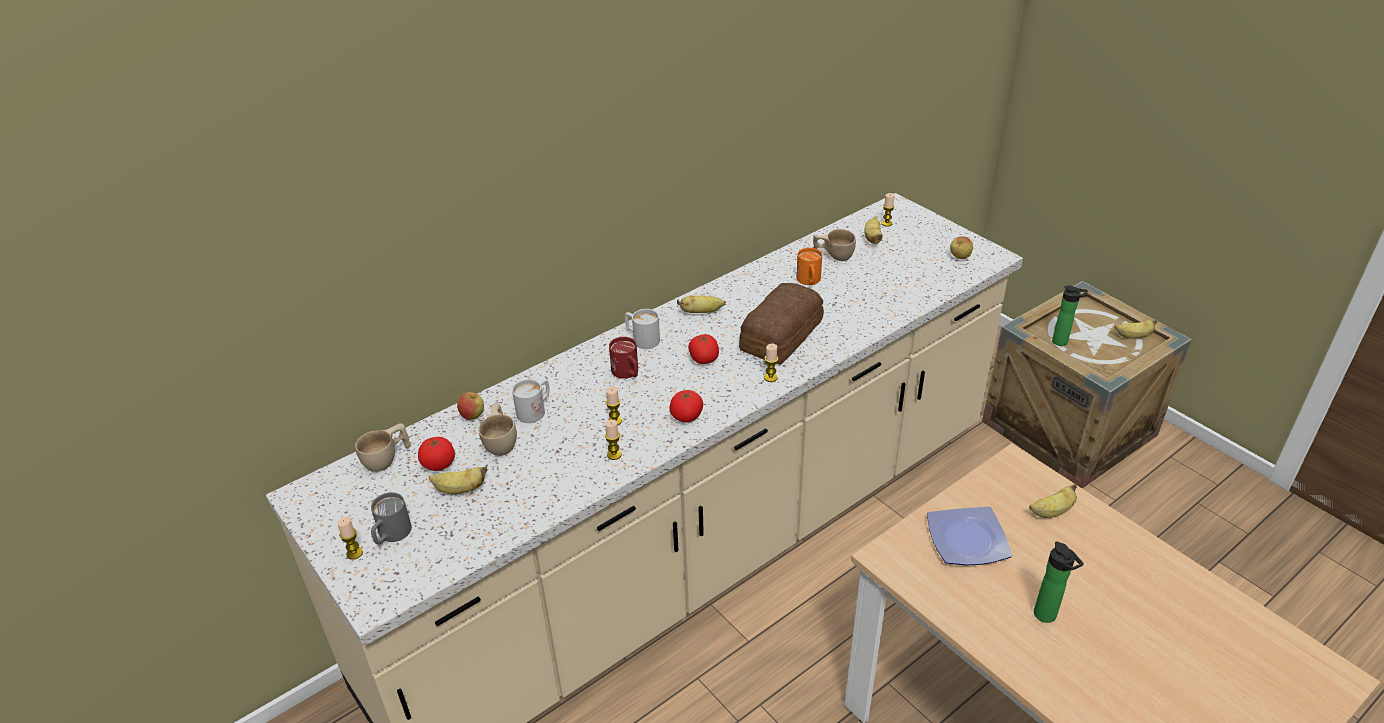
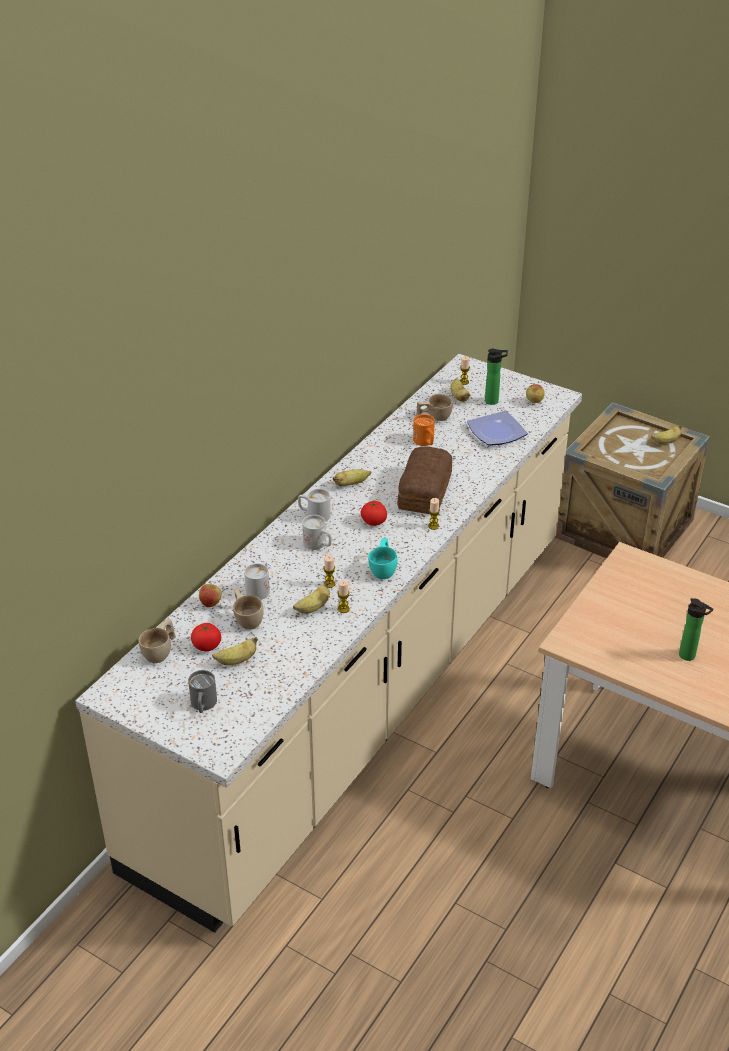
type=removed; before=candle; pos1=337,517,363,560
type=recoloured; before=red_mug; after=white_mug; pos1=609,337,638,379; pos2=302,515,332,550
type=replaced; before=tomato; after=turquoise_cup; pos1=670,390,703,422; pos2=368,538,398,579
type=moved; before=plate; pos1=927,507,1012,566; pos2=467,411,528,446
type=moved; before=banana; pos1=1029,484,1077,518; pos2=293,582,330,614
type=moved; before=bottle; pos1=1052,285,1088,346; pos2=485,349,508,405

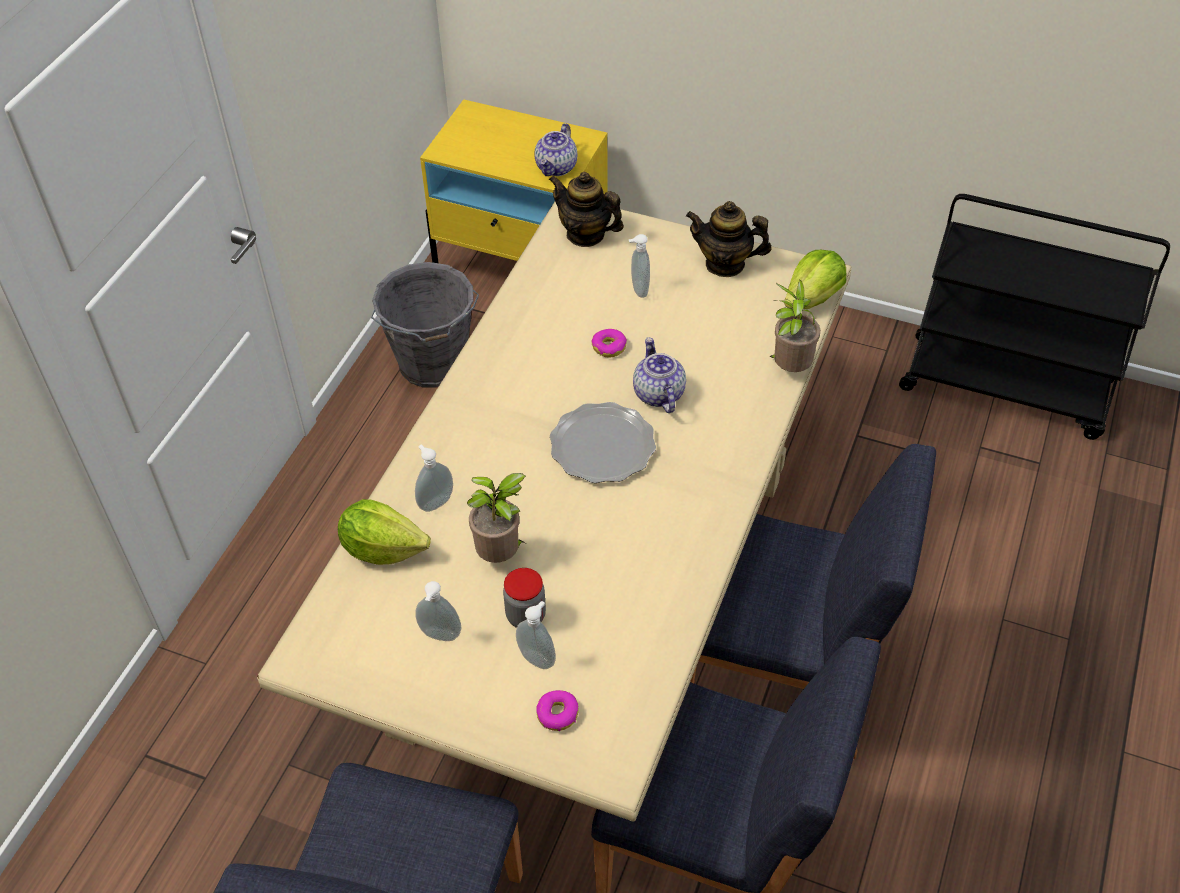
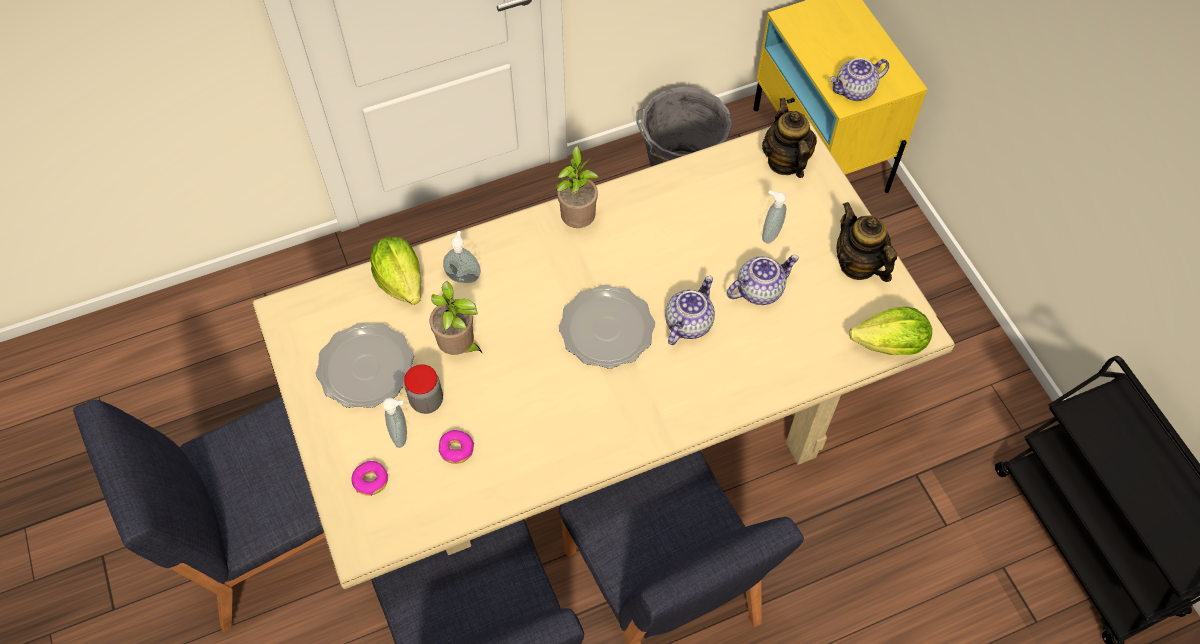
type=replaced; before=soap_dispenser; after=plate; pos1=415,581,461,641; pos2=316,323,414,408
type=moved; before=donut; pos1=592,329,627,358; pos2=439,430,474,464
type=moved; before=potted_plant; pos1=769,279,820,372; pos2=556,145,599,228
type=added; after=teapot; pos2=727,255,799,305

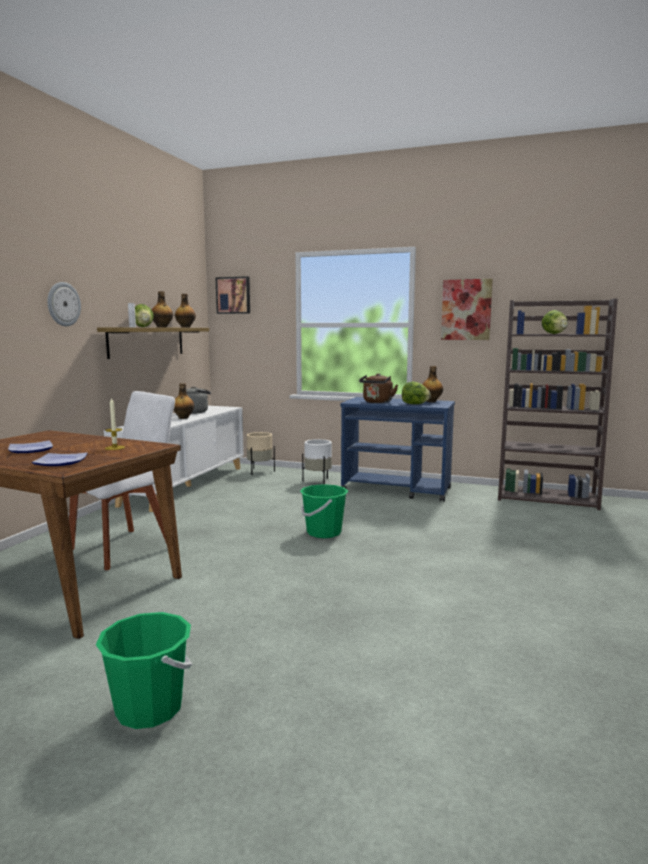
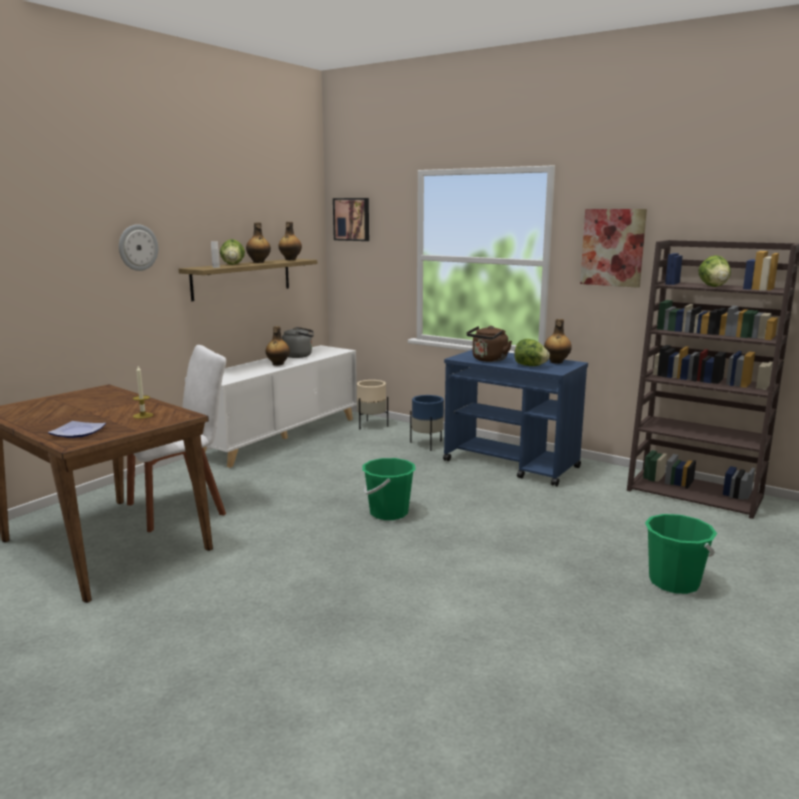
type=removed; before=plate; pos1=8,441,53,453
type=moved; before=green_bucket; pos1=96,612,192,729; pos2=645,514,717,594
type=recoloured; before=white_planter; after=blue_planter; pos1=302,439,332,484; pos2=410,395,444,451

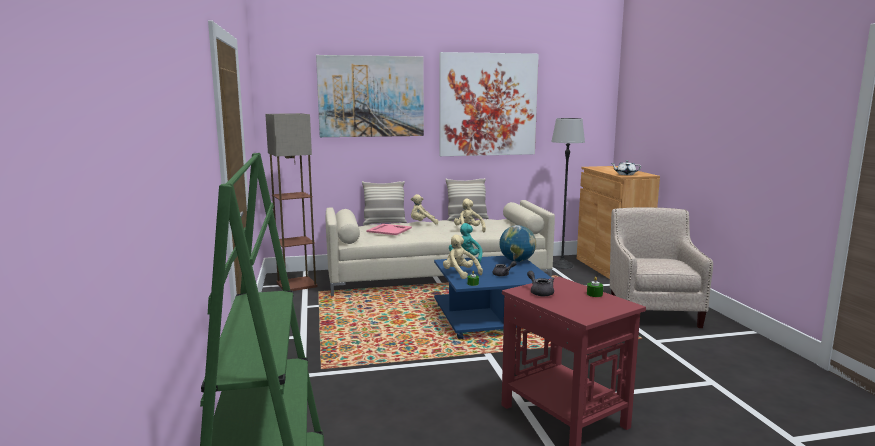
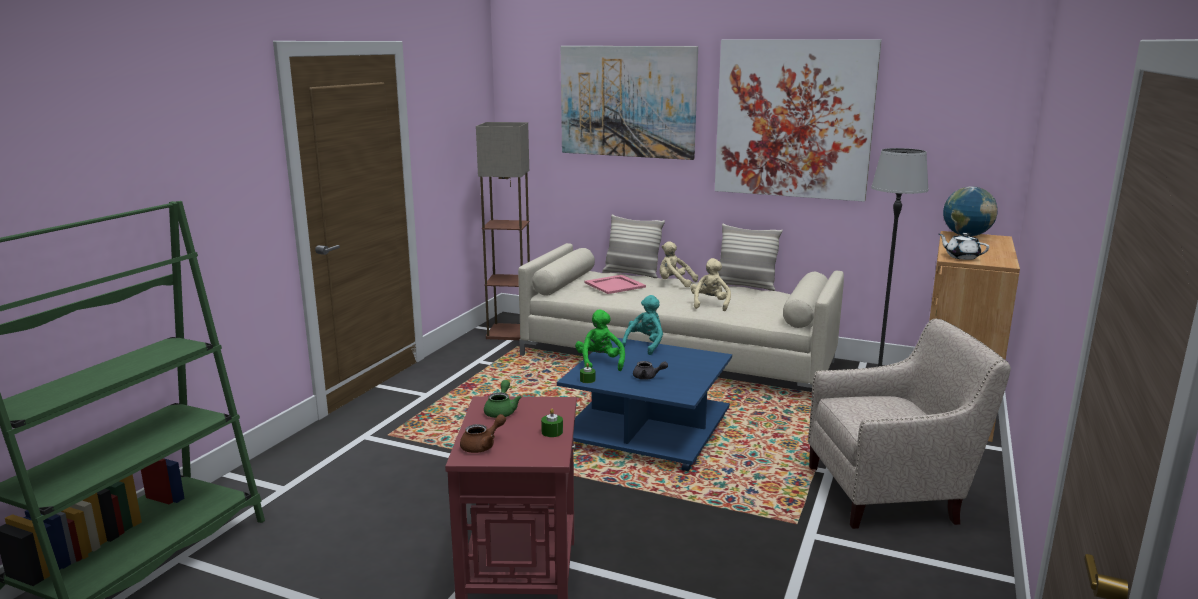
type=recoloured; before=beige_plush_toy; after=green_plush_toy; pos1=443,234,483,279; pos2=575,310,625,371
type=moved; before=globe; pos1=499,225,536,262; pos2=943,186,998,237
type=recoloured; before=grey_teapot; after=green_teapot; pos1=527,271,555,296; pos2=484,380,522,418
type=turned; before=beige_armchair; pos1=610,207,713,328; pos2=808,318,1011,529; turn=45
type=added; after=brown_teapot; pos2=460,414,506,453

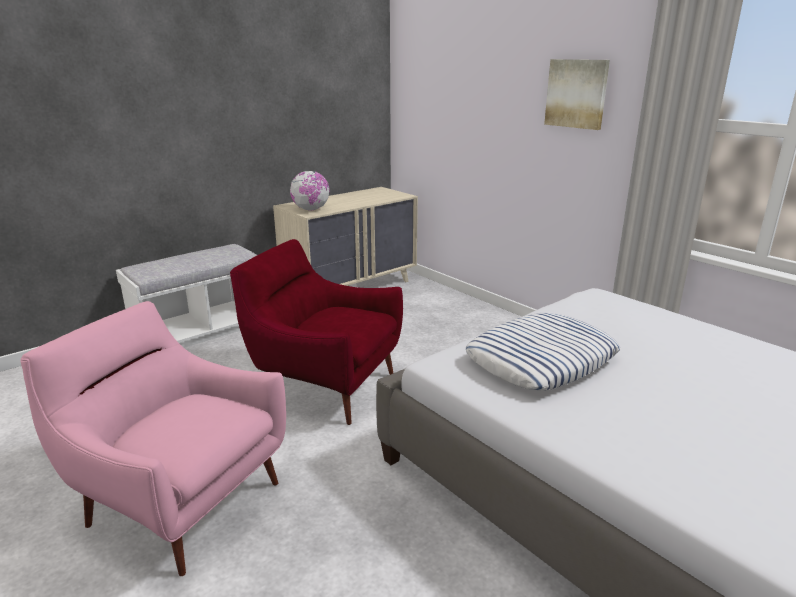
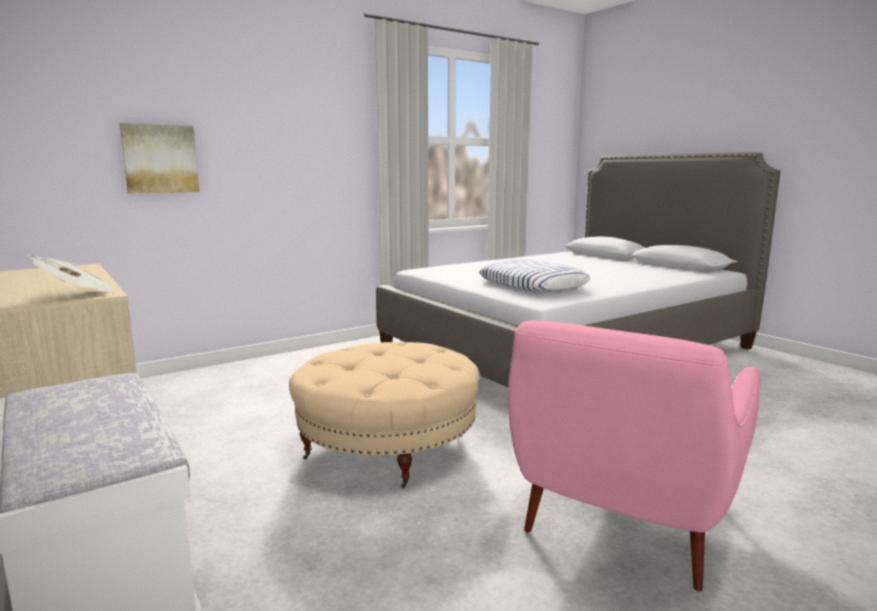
type=replaced; before=red_armchair; after=beige_ottoman; pos1=230,239,403,425; pos2=289,342,480,488
type=replaced; before=globe; after=newspaper; pos1=290,171,330,211; pos2=28,254,115,293
type=moved; before=picture; pos1=544,59,610,130; pos2=120,123,199,193

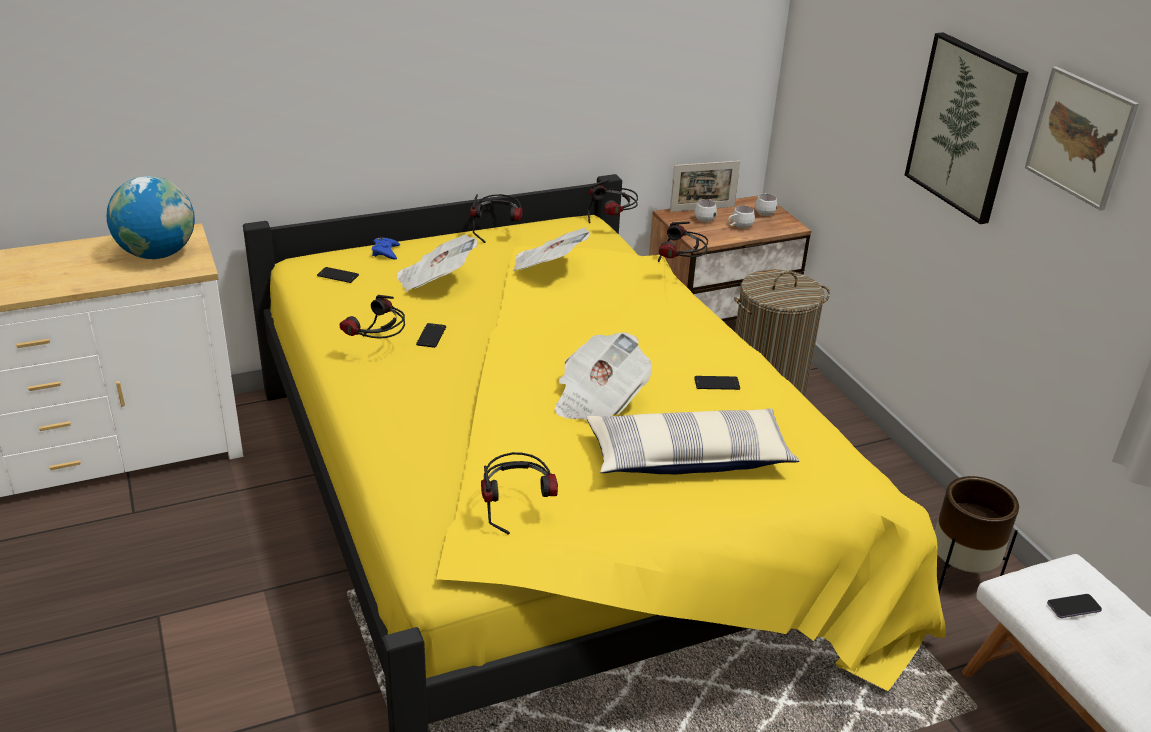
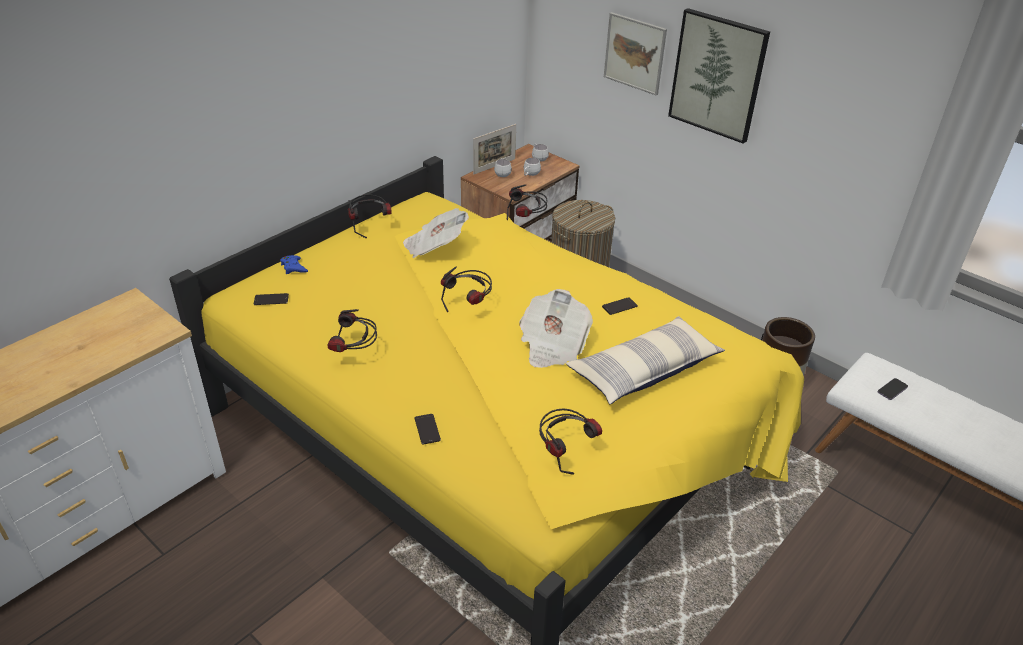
type=removed; before=globe; pos1=107,176,195,259
type=removed; before=newspaper; pos1=396,234,478,292
type=moved; before=phone; pos1=416,323,446,348; pos2=415,414,441,444
type=moved; before=headphones; pos1=588,179,638,223; pos2=441,266,492,312
type=moved; before=picture; pos1=1025,66,1139,211; pos2=604,12,667,95

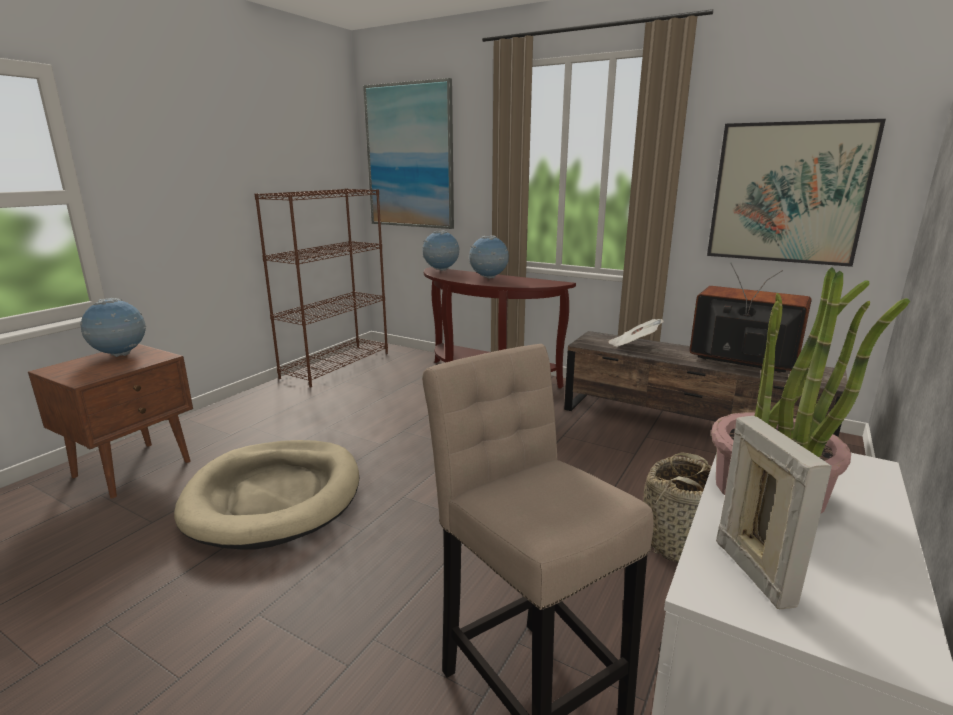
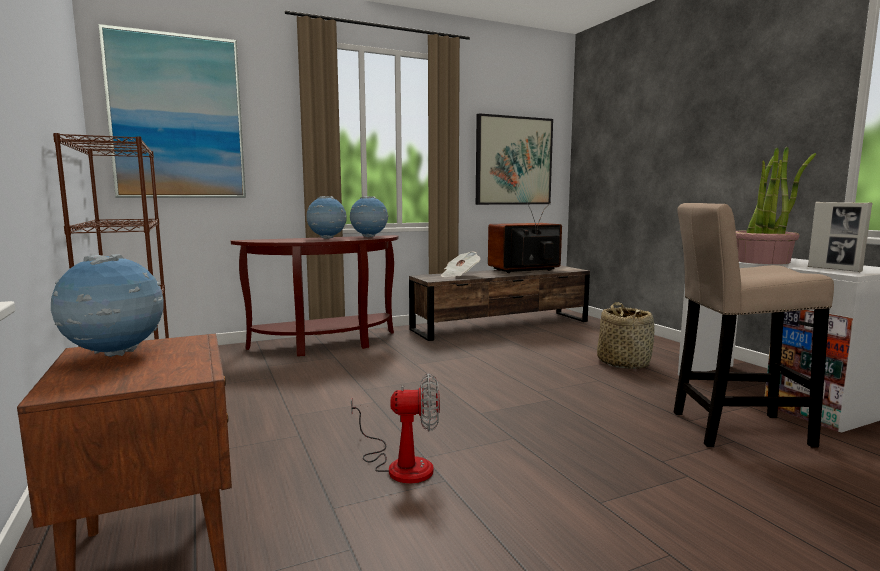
type=replaced; before=beige_dog_bed; after=fan; pos1=174,440,359,550; pos2=351,373,440,483
type=moved; before=globe; pos1=422,230,460,271; pos2=350,196,389,237
type=turned; before=picture_frame; pos1=716,416,832,609; pos2=808,202,873,272; turn=-150

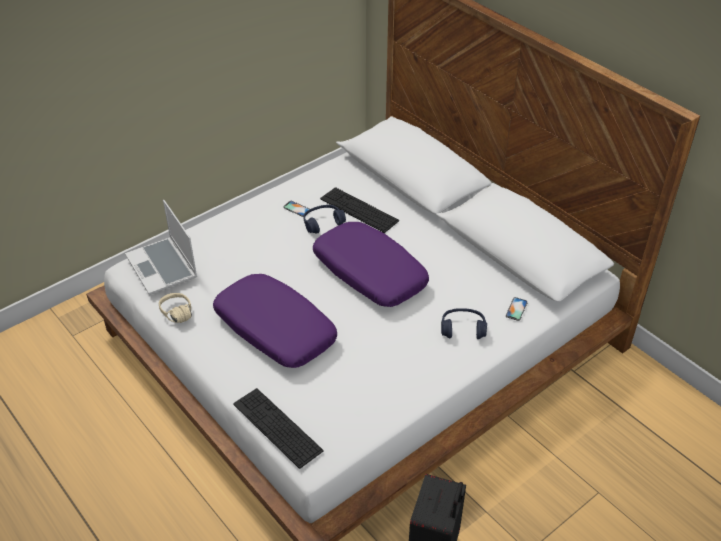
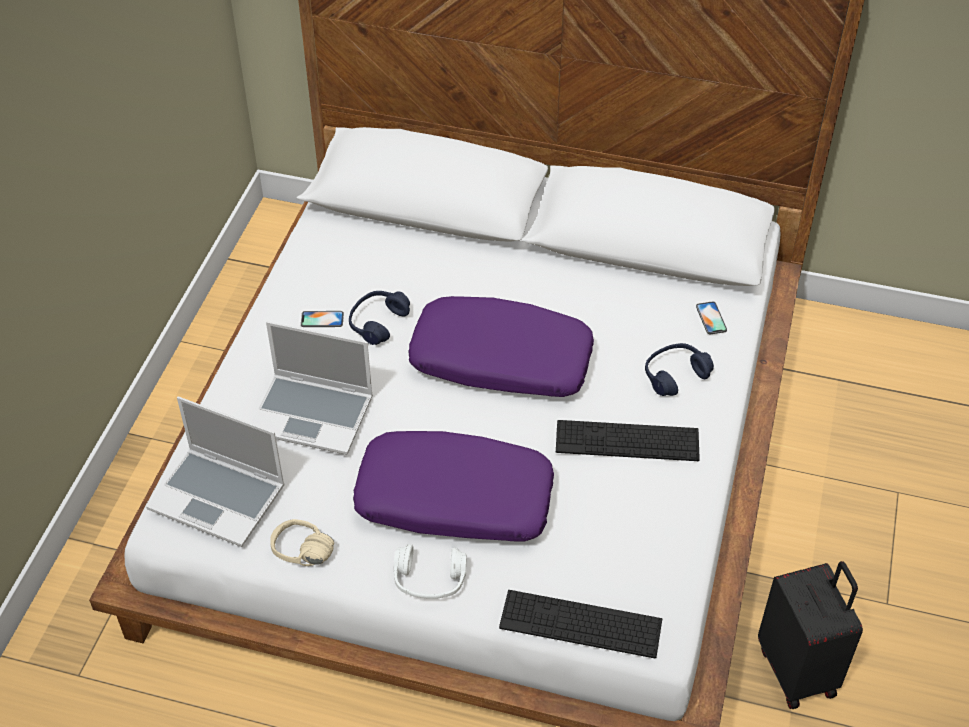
type=moved; before=keyboard; pos1=320,187,399,233; pos2=556,420,700,461
type=added; after=laptop; pos2=251,321,373,455
type=added; after=white_headphones; pos2=394,544,466,599

